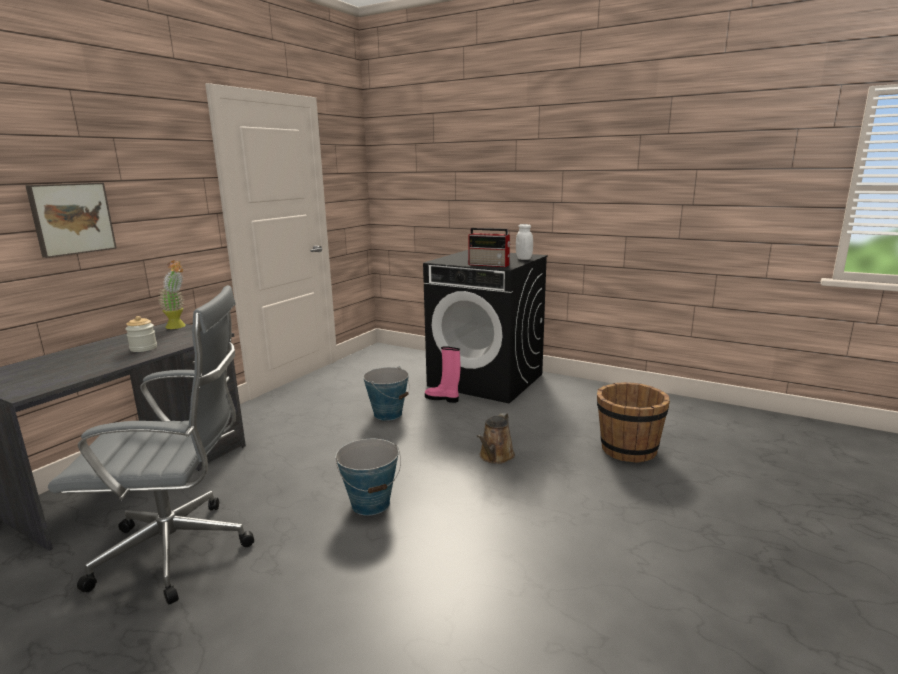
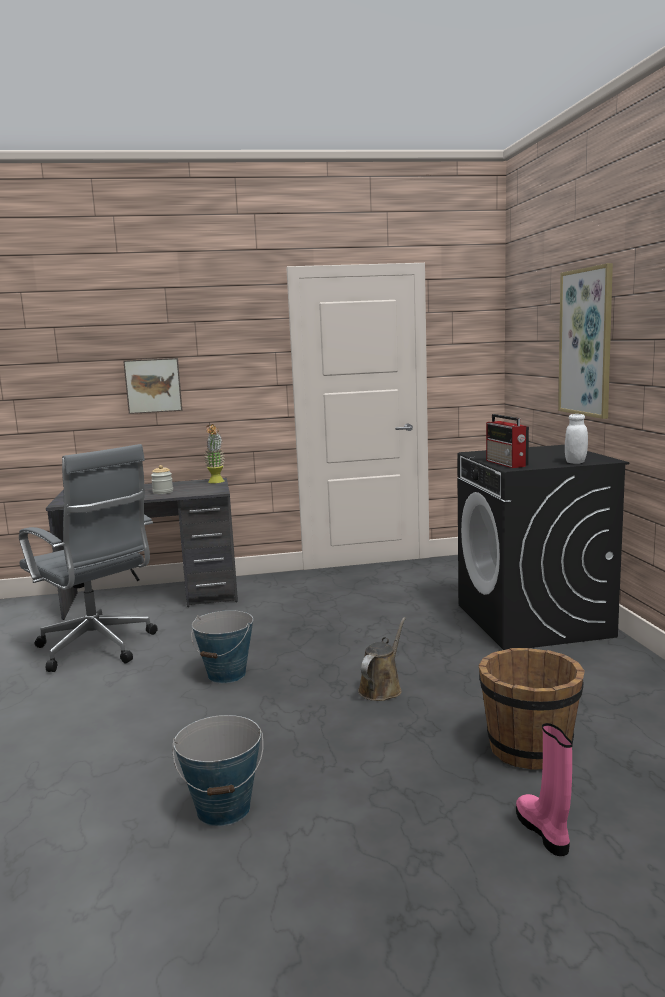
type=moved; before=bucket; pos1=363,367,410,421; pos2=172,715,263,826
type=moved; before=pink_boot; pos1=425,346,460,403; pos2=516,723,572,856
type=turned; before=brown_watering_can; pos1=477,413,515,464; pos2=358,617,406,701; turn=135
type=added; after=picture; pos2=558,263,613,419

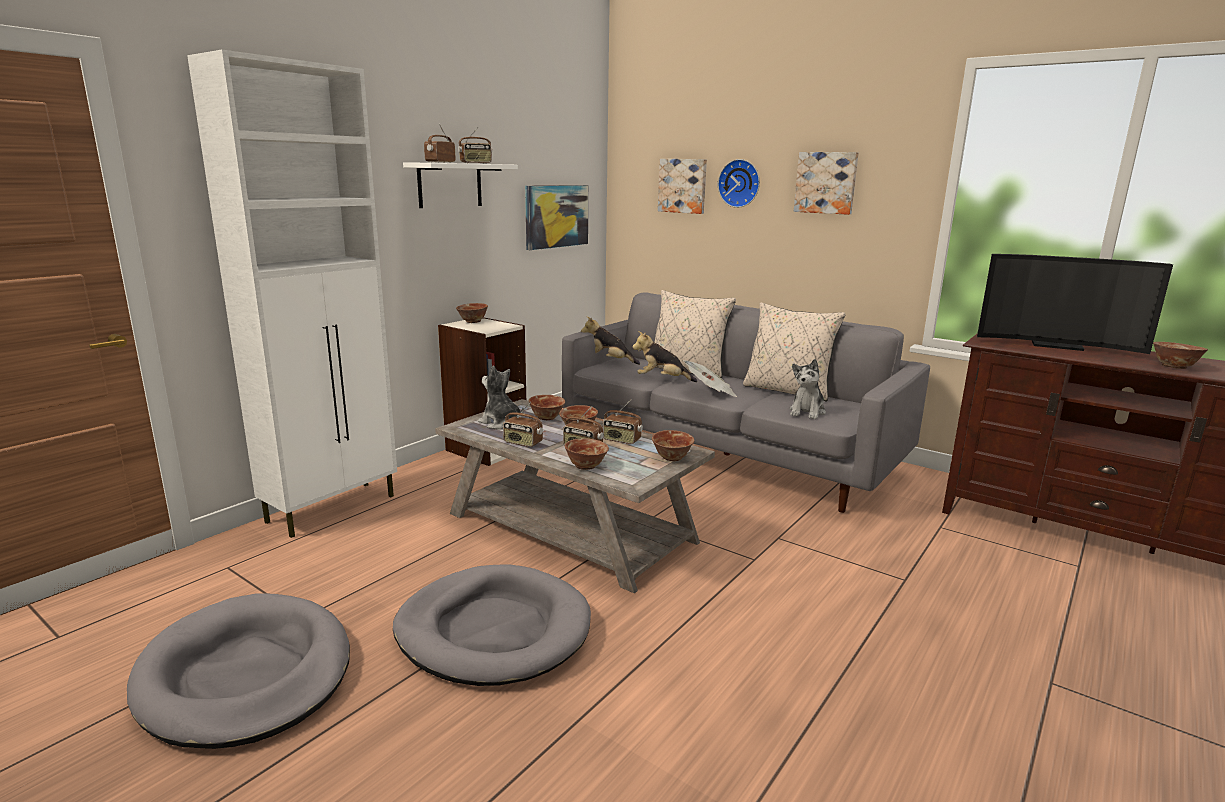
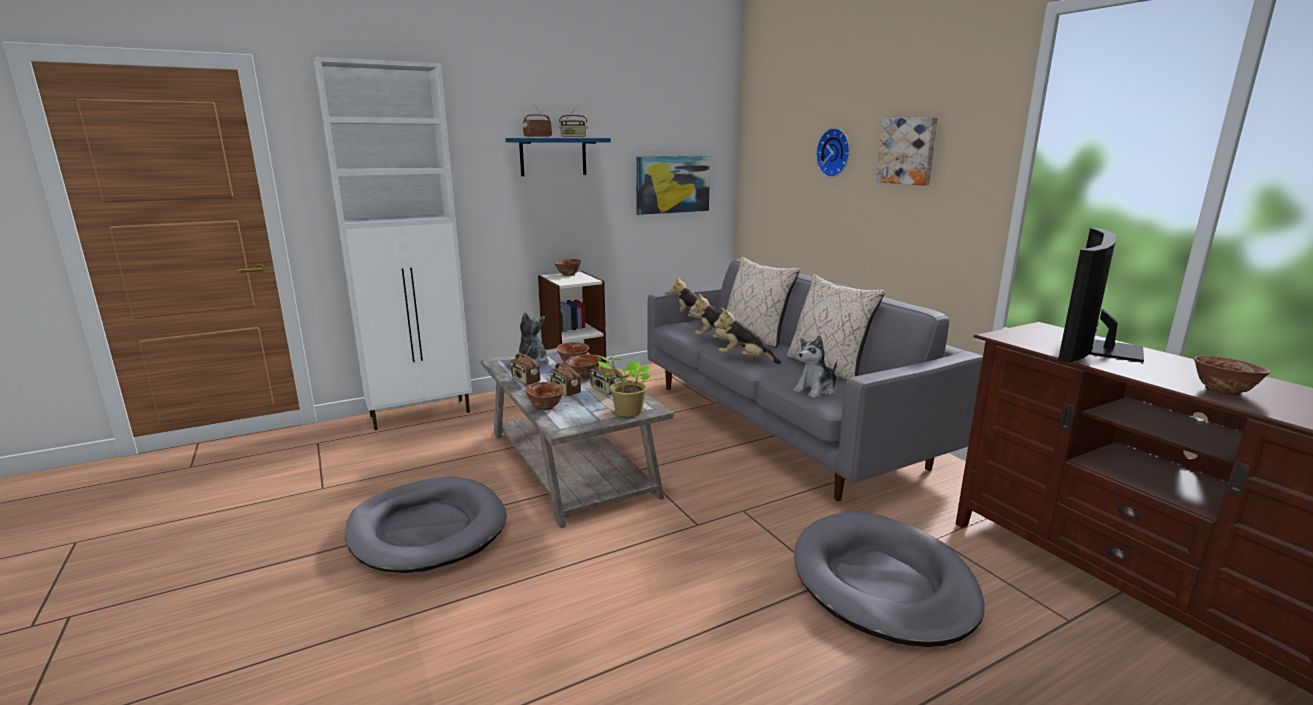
type=moved; before=grey_dog_bed; pos1=127,593,350,749; pos2=794,512,985,647
type=recoloured; before=white_shelf; after=blue_shelf; pos1=403,162,518,208; pos2=505,138,611,176
type=replaced; before=bowl; after=potted_plant; pos1=652,430,694,461; pos2=596,355,651,417
type=removed; before=picture; pos1=658,159,707,214
type=replaced; before=newspaper; after=plush_toy; pos1=683,360,737,397; pos2=714,308,781,364
type=turned; before=television; pos1=977,254,1173,354; pos2=1058,228,1144,363; turn=75

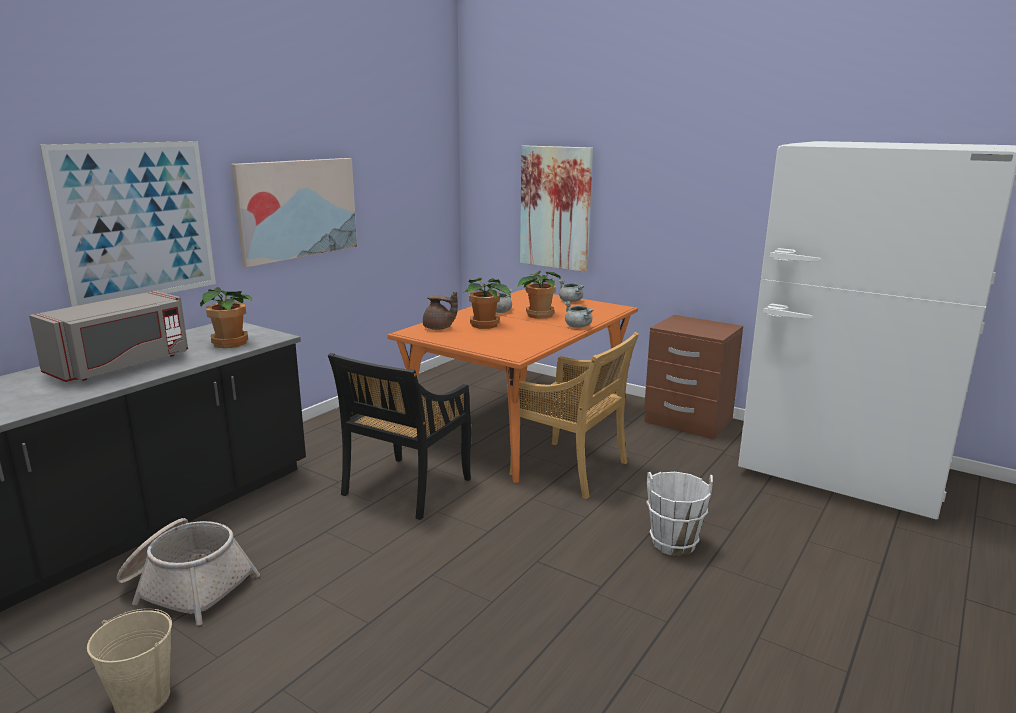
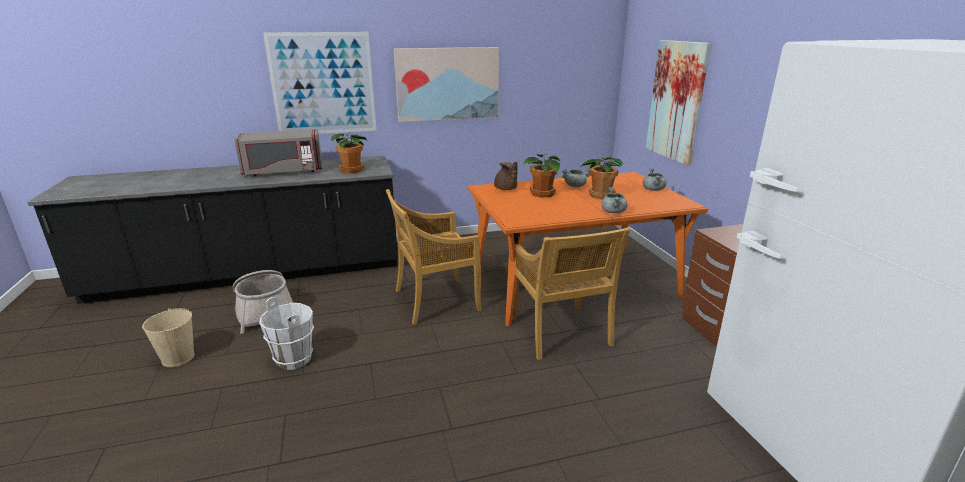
type=recoloured; before=black_chair; after=beige_chair; pos1=328,353,471,520; pos2=386,189,482,325
type=moved; before=white_bucket; pos1=646,472,713,556; pos2=259,297,314,370

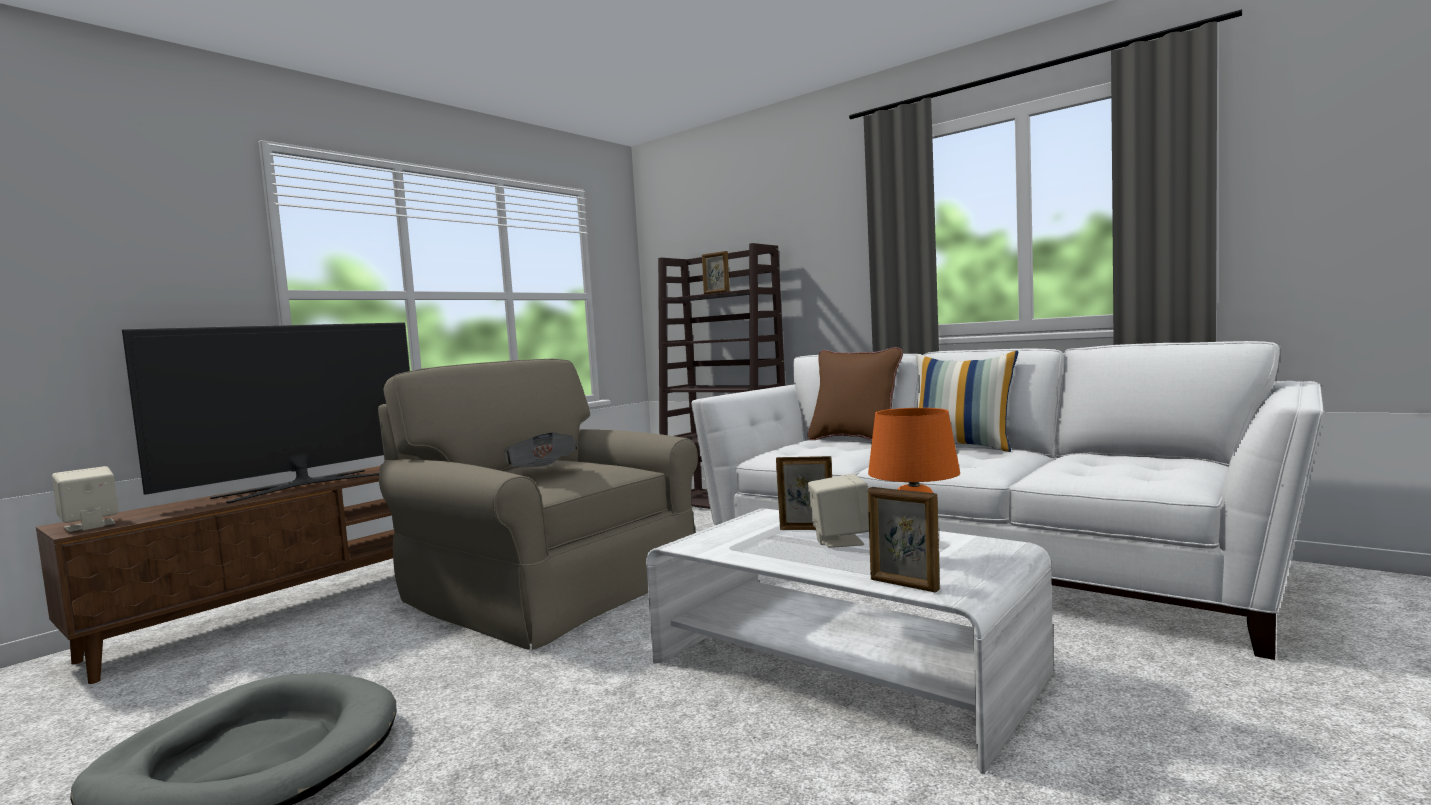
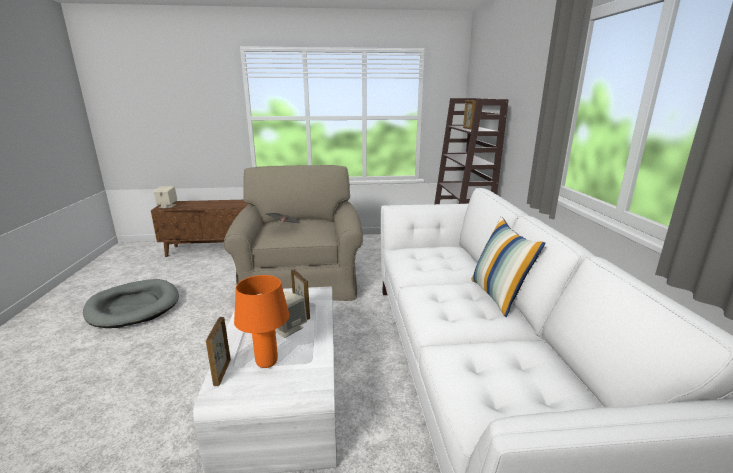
type=removed; before=television; pos1=122,322,410,503
type=removed; before=brown_pillow; pos1=807,347,903,441

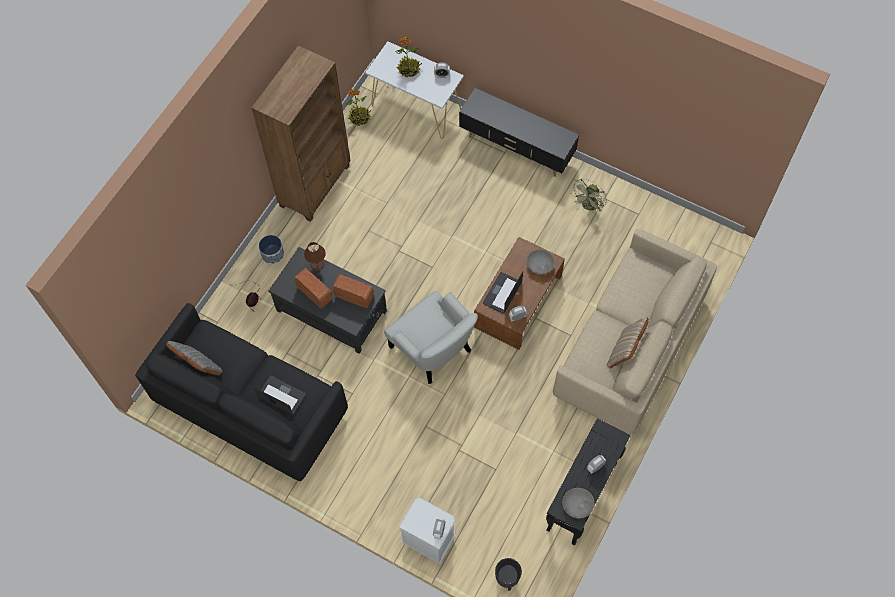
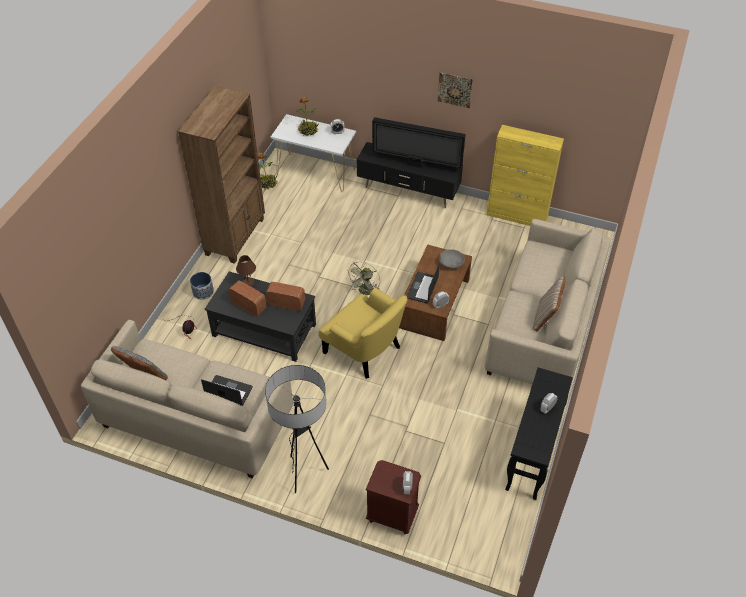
type=recoloured; before=black_sofa; after=beige_sofa; pos1=135,303,348,481; pos2=81,320,293,478
type=recoloured; before=white_armchair; after=yellow_armchair; pos1=384,291,478,384; pos2=319,287,407,379
type=recoloured; before=white_nightstand; after=brown_nightstand; pos1=399,498,456,564; pos2=366,460,421,535
type=removed; before=black_planter; pos1=495,558,522,591
type=removed; before=grey_bowl; pos1=562,488,594,519
type=moved; before=green_fan; pos1=571,179,607,213; pos2=348,262,380,295
type=added; after=floor_lamp; pos2=265,365,329,493
type=added; after=television; pos2=372,117,466,169
type=added; after=picture; pos2=438,72,473,108
type=added; after=yellow_cabinet; pos2=487,125,564,226

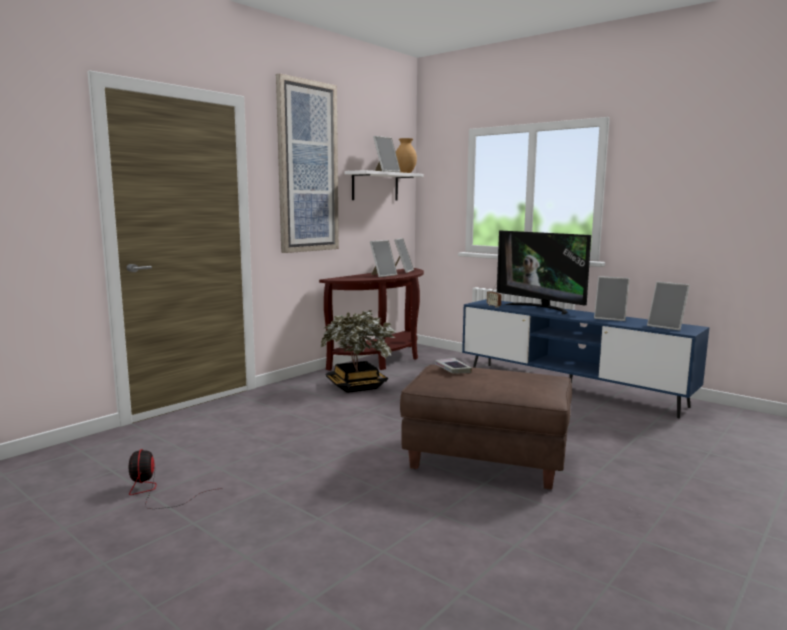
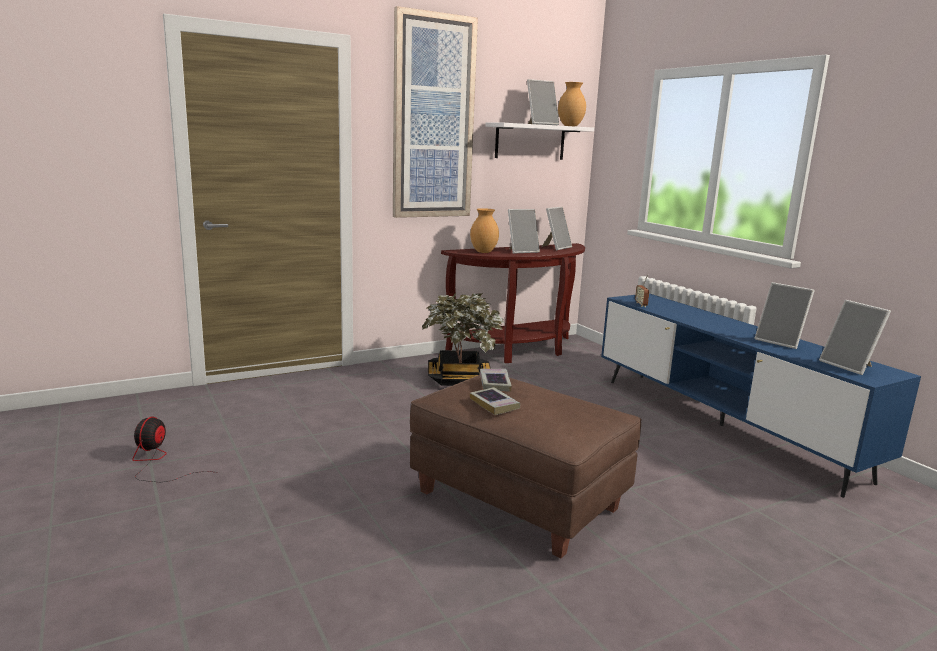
type=removed; before=television; pos1=497,231,591,315
type=added; after=brown_vase; pos2=470,208,499,253
type=added; after=book; pos2=470,387,520,415

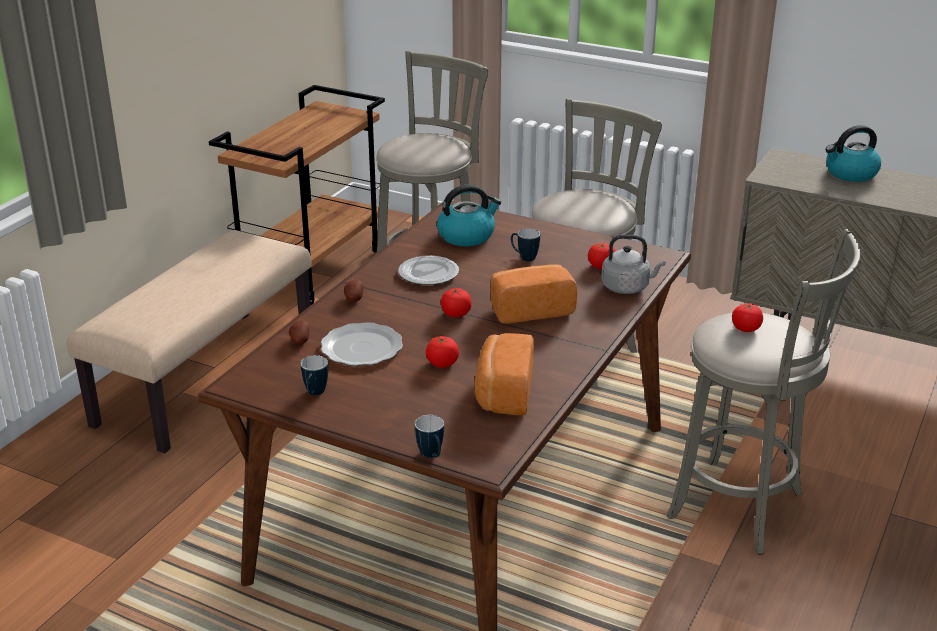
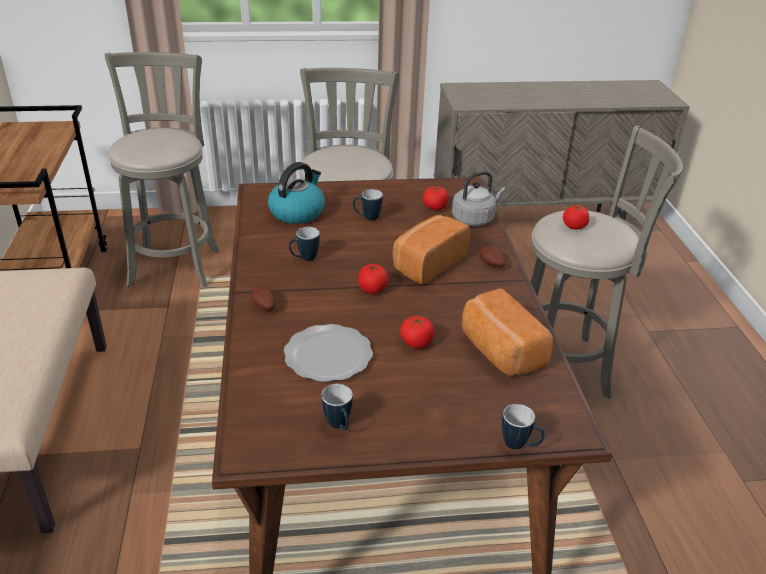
type=moved; before=potato; pos1=289,320,309,344; pos2=480,246,505,267
type=replaced; before=plate; after=mug; pos1=398,256,459,285; pos2=289,227,320,261
type=removed; before=kettle; pos1=825,125,881,182

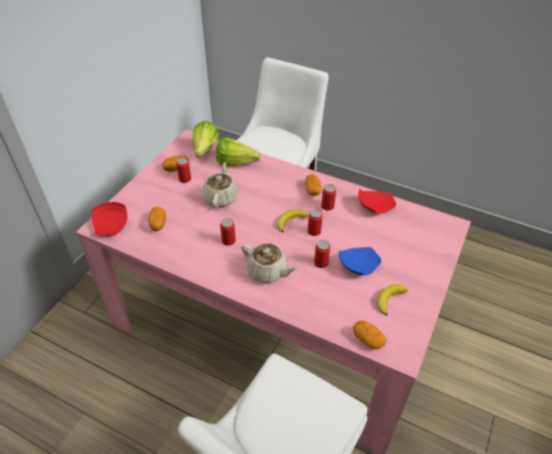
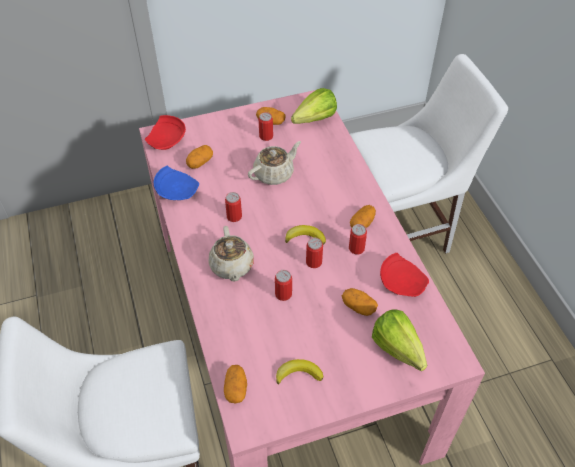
type=moved; before=lettuce; pos1=216,137,261,166; pos2=372,309,427,371
type=moved; before=blue_plate; pos1=339,247,382,275; pos2=154,166,199,200
type=added; after=potato; pos2=342,288,378,316

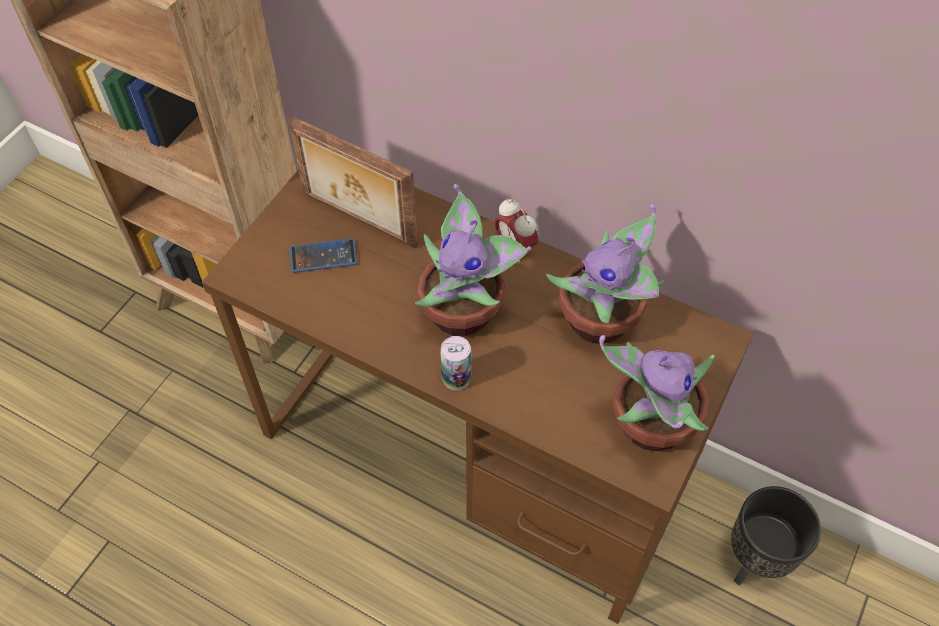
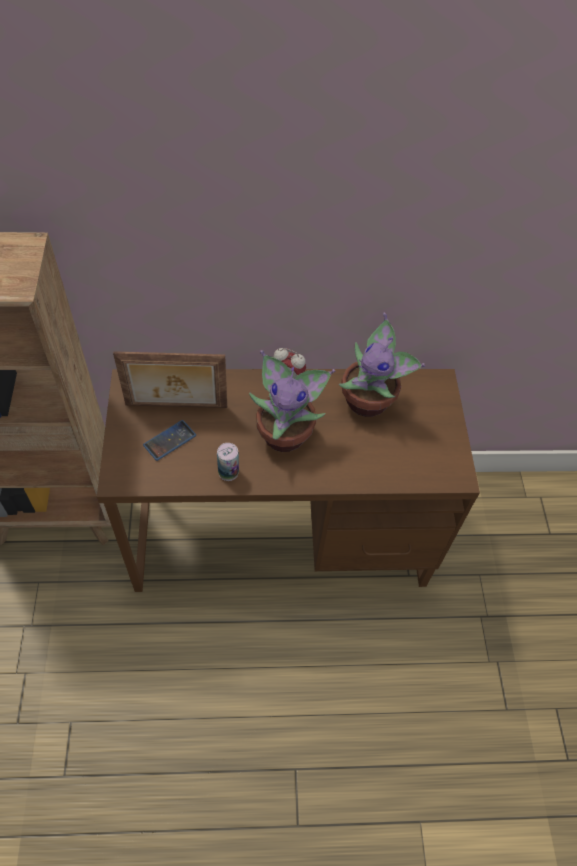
type=moved; before=can; pos1=440,336,471,390; pos2=217,443,239,481
type=removed; before=potted_plant; pos1=599,335,714,451
type=removed; before=black_planter; pos1=731,486,821,586

